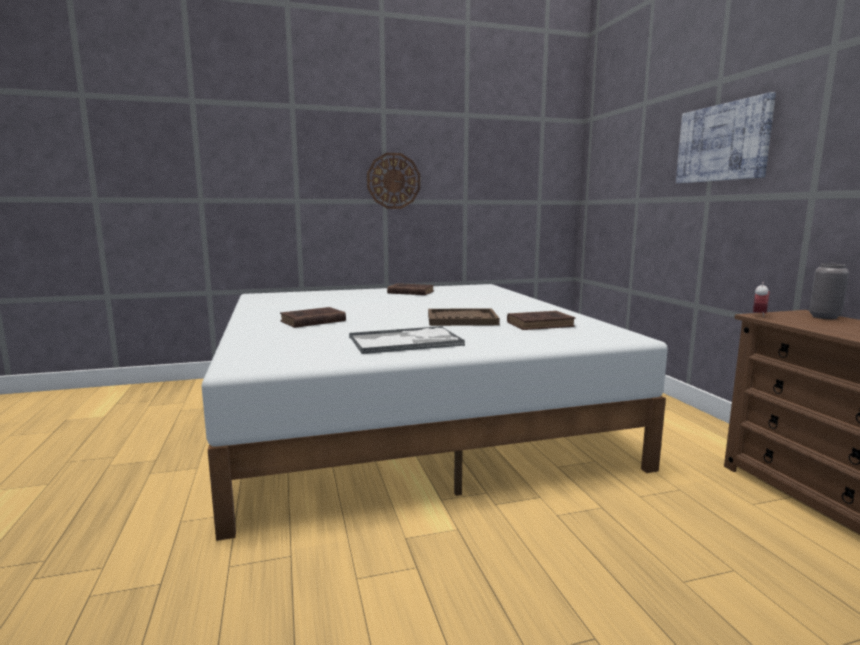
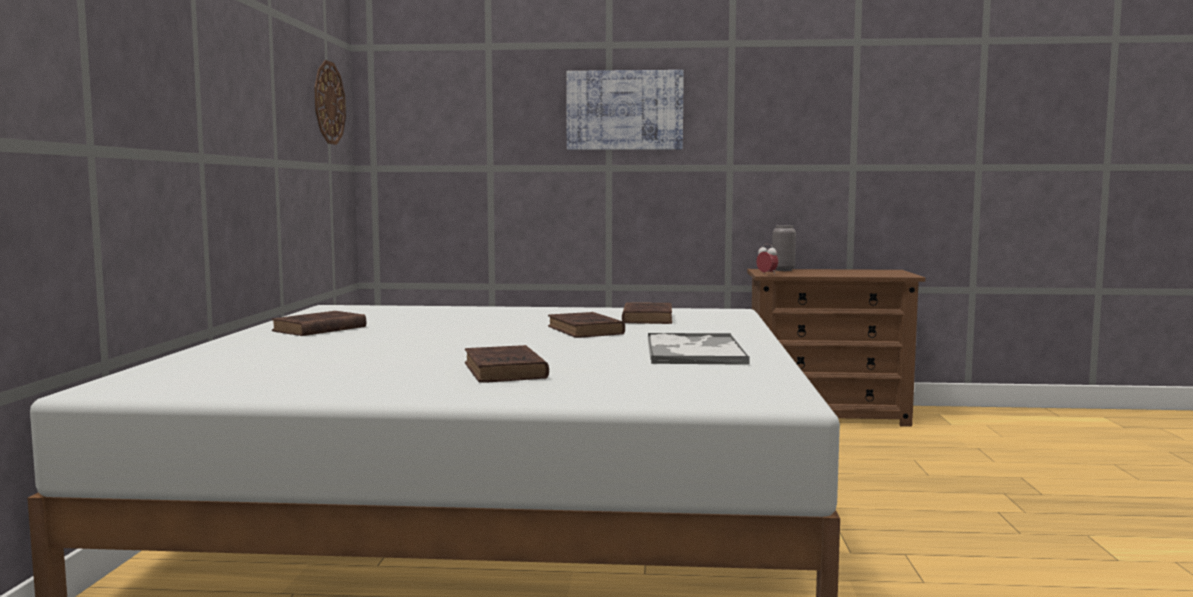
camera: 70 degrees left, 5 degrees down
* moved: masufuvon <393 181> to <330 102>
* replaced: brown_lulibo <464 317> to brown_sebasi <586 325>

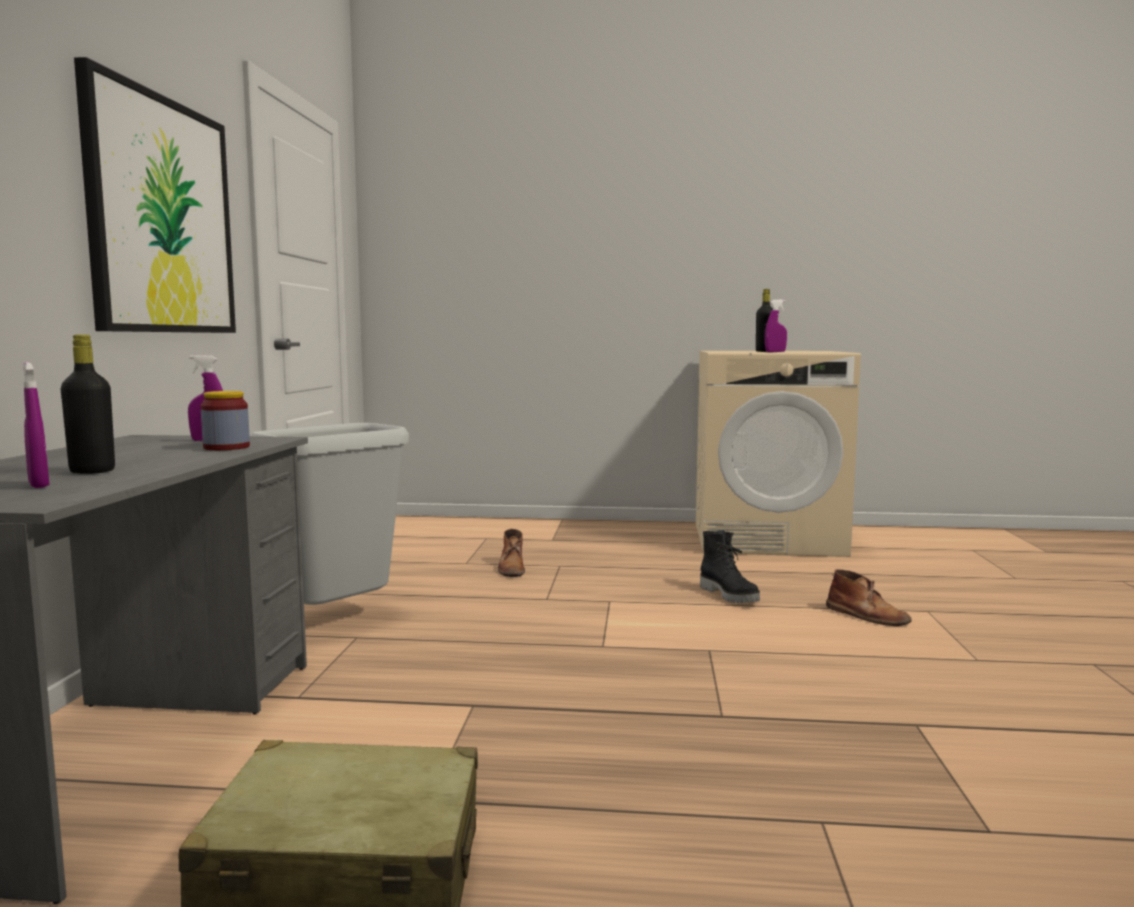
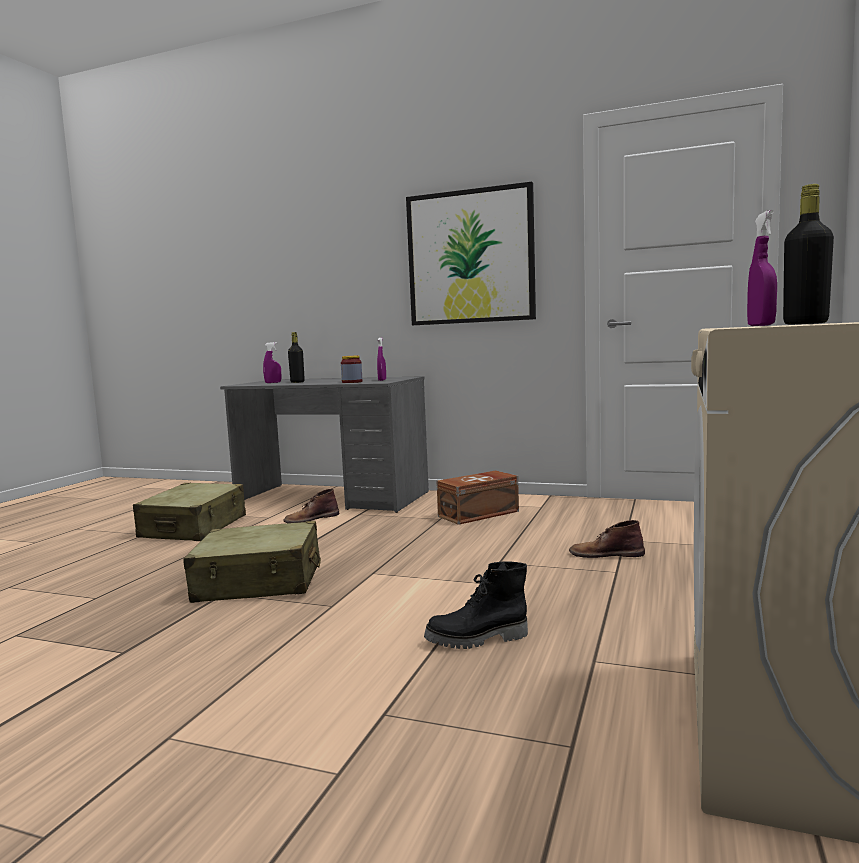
camera: 105 degrees right, 0 degrees up
* replaced: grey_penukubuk <330 514> to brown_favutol <478 497>
* moved: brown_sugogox <869 597> to <311 506>
* added: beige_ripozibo <252 562>

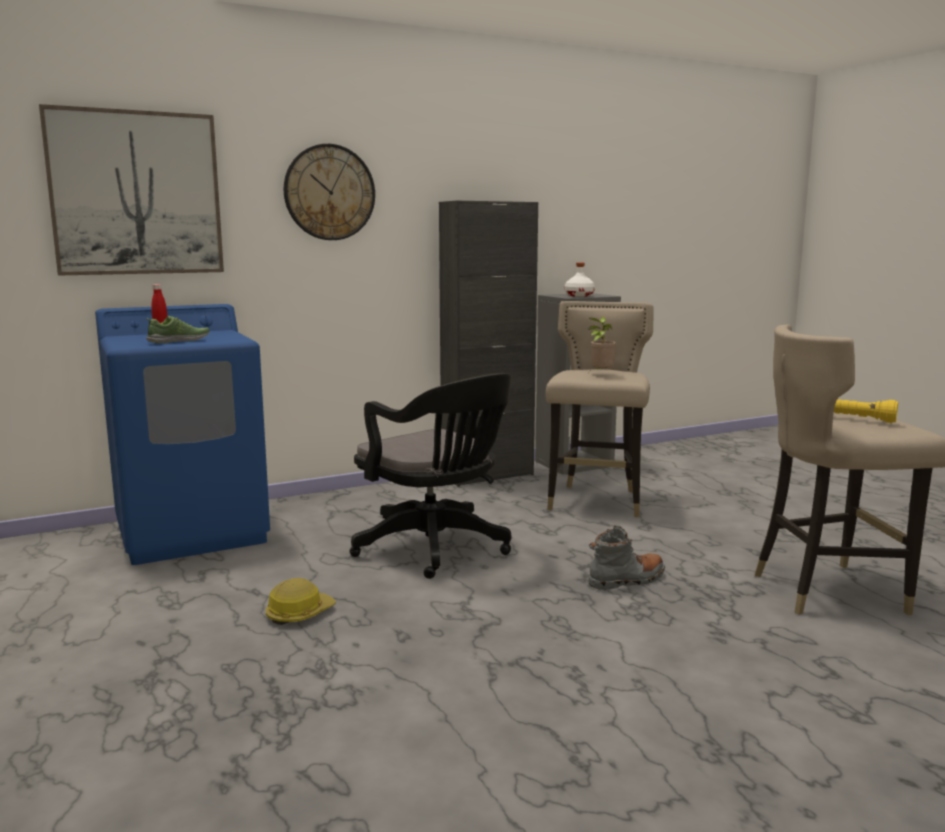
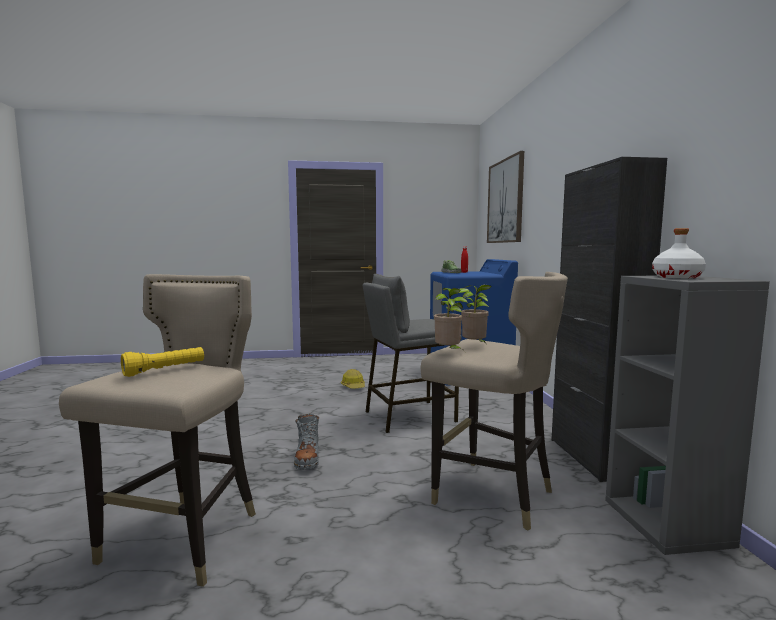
camera: 110 degrees right, 5 degrees down
* removed: masufuvon <329 192>
* replaced: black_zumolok <430 476> to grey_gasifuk <412 353>
* added: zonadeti <452 318>

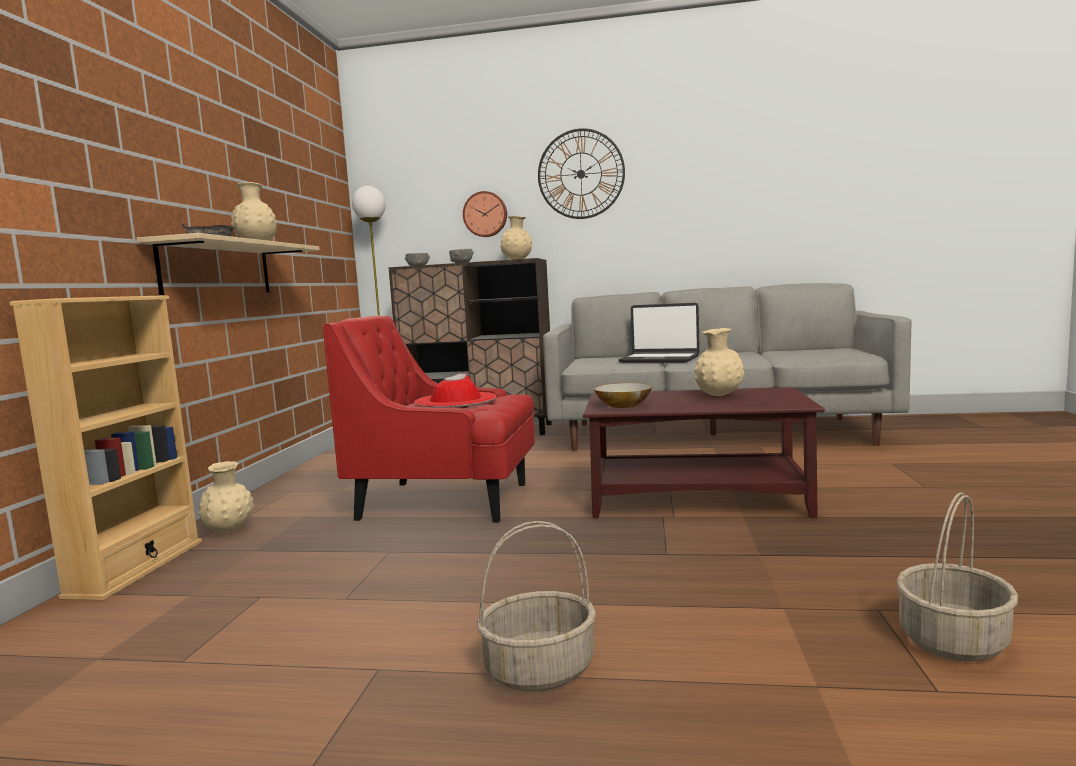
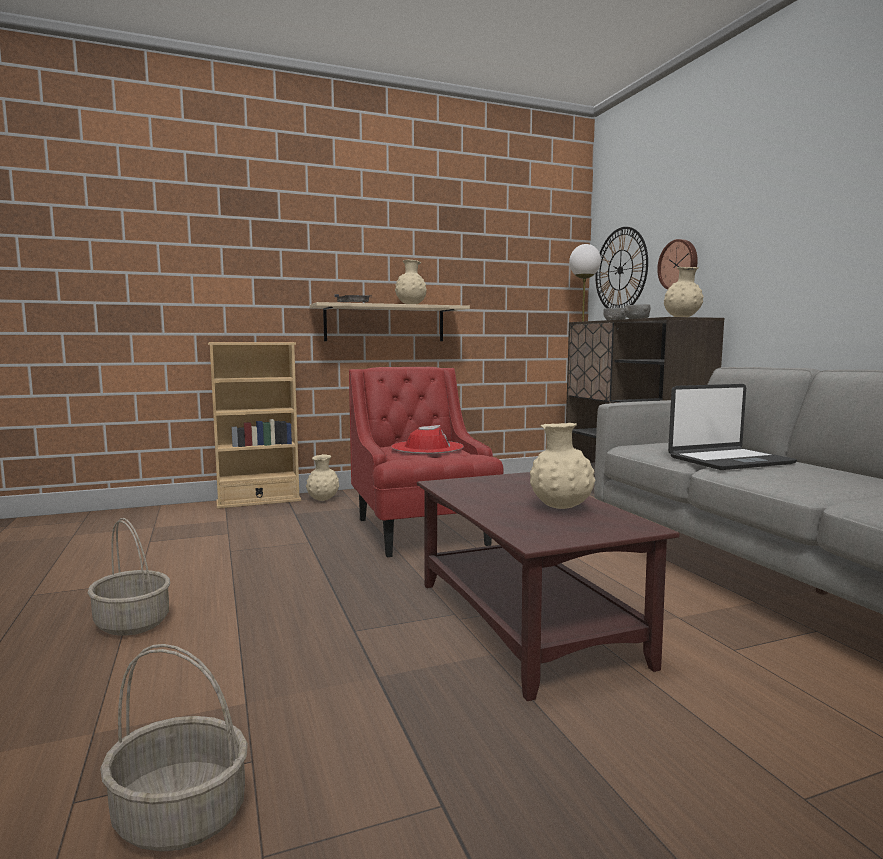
camera: 60 degrees right, 0 degrees up
* moved: masufuvon <581 173> to <621 267>
* removed: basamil <623 395>
* turned: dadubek <659 333> = <732 427> 105 degrees counterclockwise

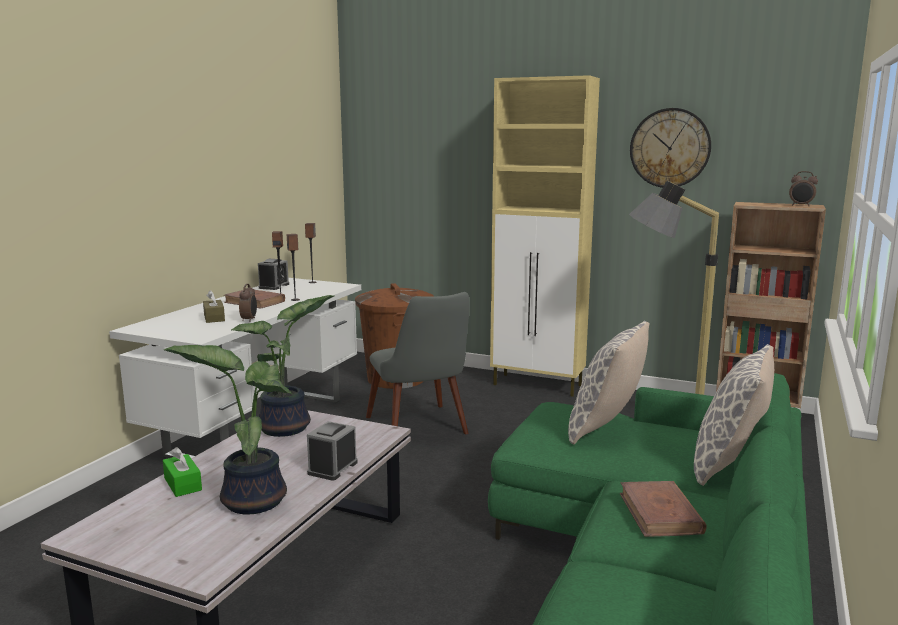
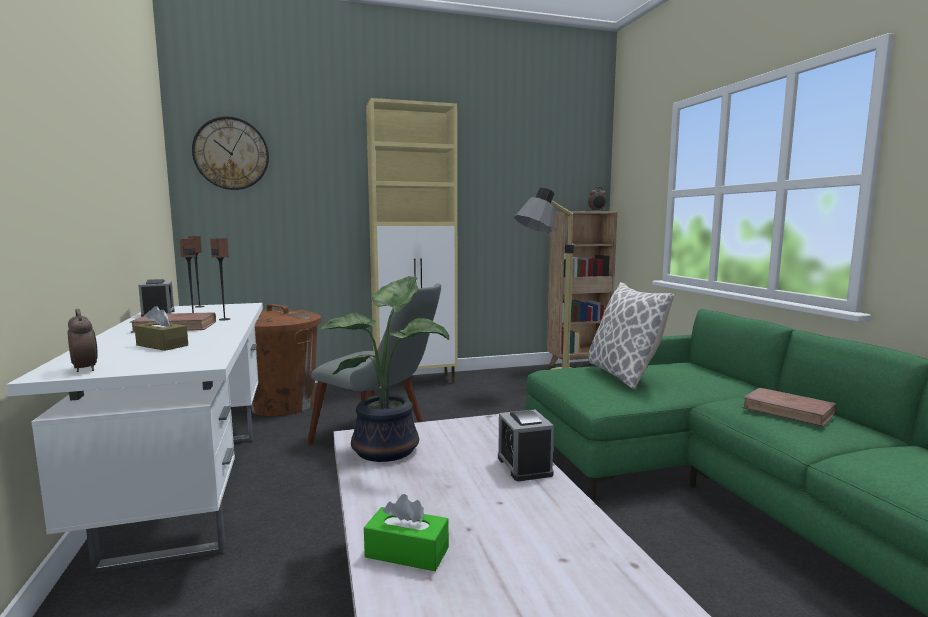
camera: 40 degrees left, 5 degrees down
* removed: zonadeti <228 429>
* moved: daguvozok <248 303> to <82 340>
* moved: masufuvon <670 148> to <230 153>
* removed: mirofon <734 415>

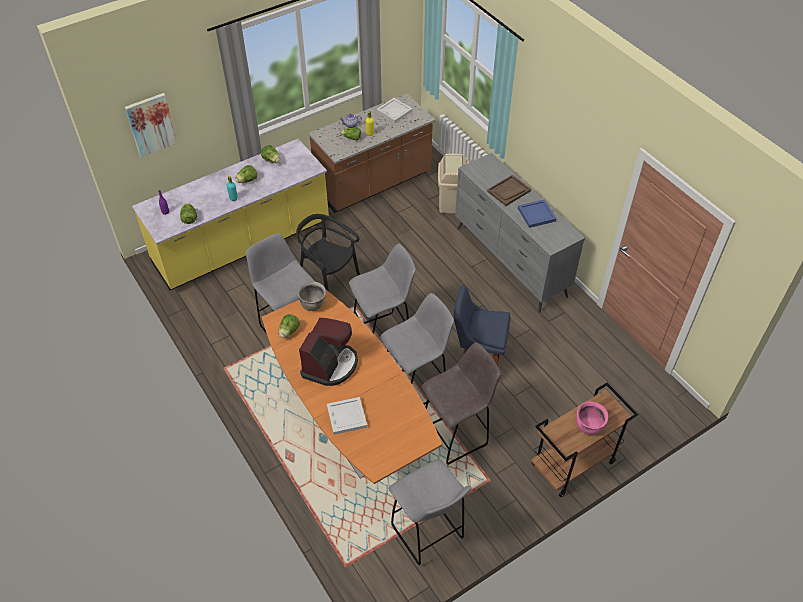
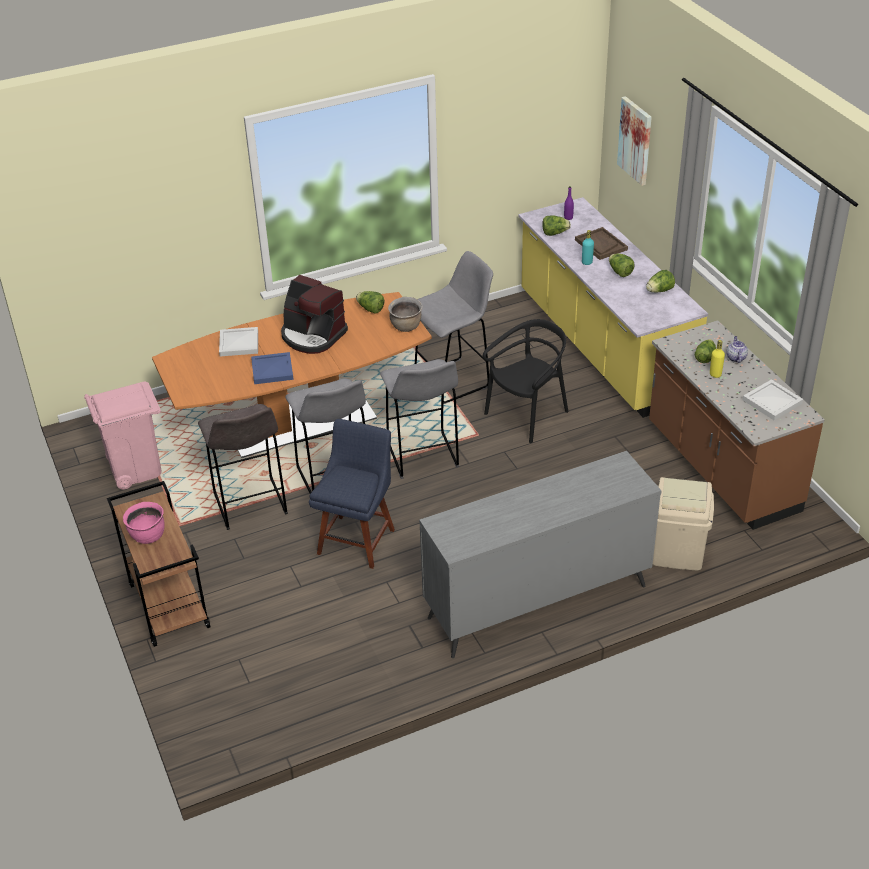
camera: 100 degrees right, 10 degrees down
* replaced: grey_gasifuk <429 512> to pink_penukubuk <123 435>
* moved: brown_lulibo <509 190> to <601 243>
* moved: blue_lulibo <537 213> to <272 368>

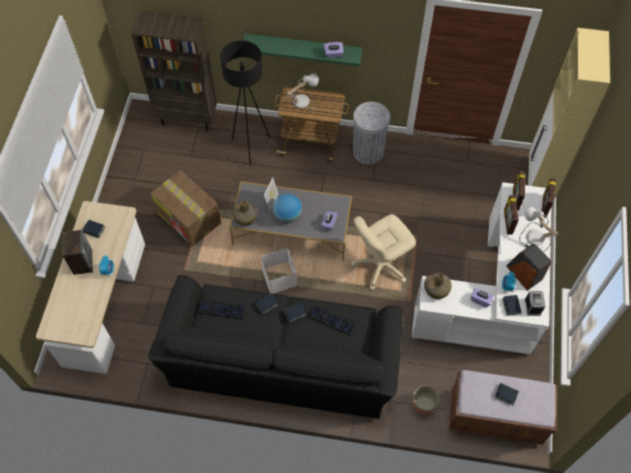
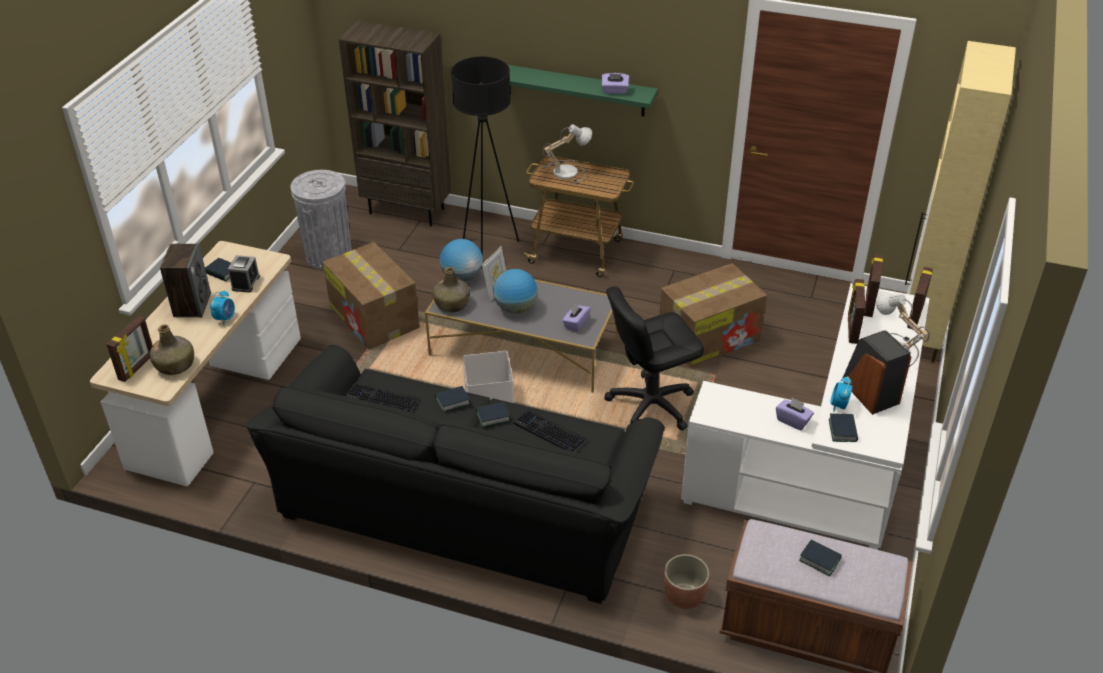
camera: 10 degrees right, 20 degrees down
* recoloured: beige_zumolok <383 252> to black_zumolok <654 358>
* moved: grey_penukubuk <371 133> to <321 220>
* moved: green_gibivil <438 286> to <171 349>
* moved: daguvozok <535 303> to <244 274>
* added: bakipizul <129 349>
* added: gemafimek <461 260>
* added: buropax <713 315>

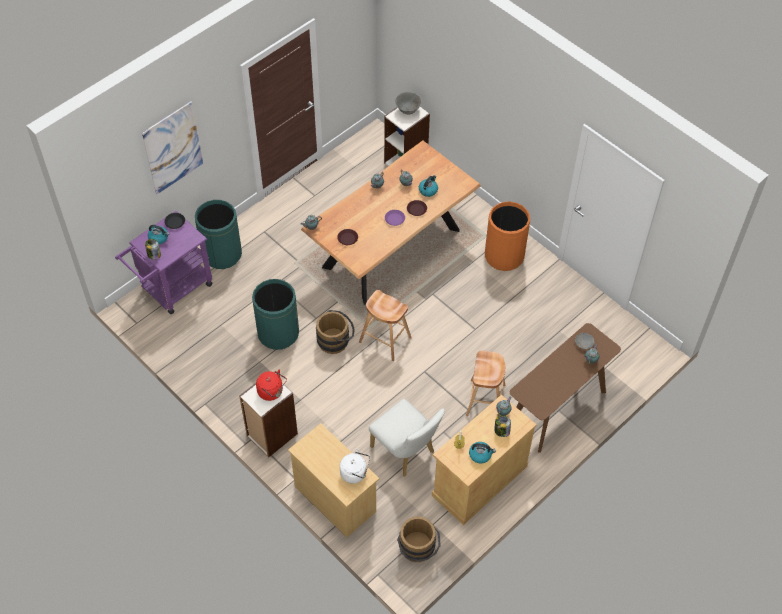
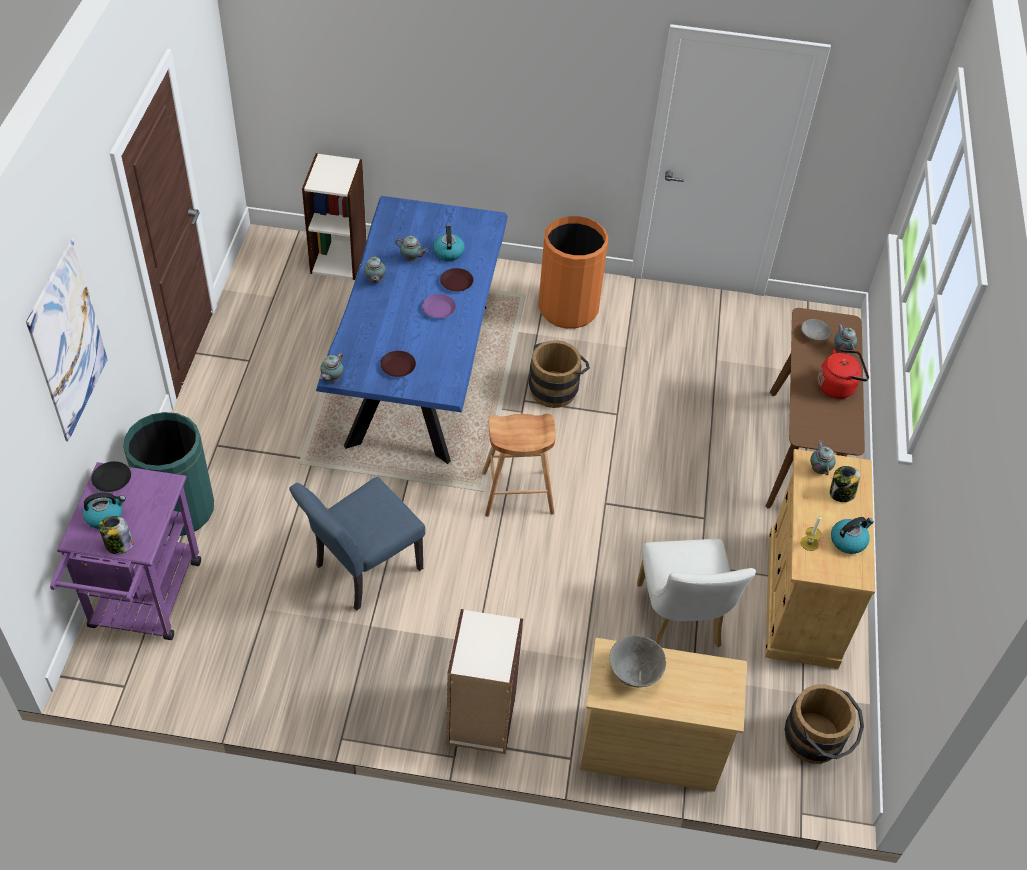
camera: 40 degrees left, 5 degrees down
* replaced: green_penukubuk <275 314> to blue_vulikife <357 543>
* moved: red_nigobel <271 385> to <843 374>
* recoloured: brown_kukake <391 222> to blue_kukake <412 330>
* moved: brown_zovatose <335 332> to <559 374>
* removed: white_nigobel <355 466>
* turned: white_vulikife <407 438> = <696 593> 75 degrees clockwise
* moved: grey_basamil <408 103> to <638 661>
* removed: brown_gasifuk <486 383>

